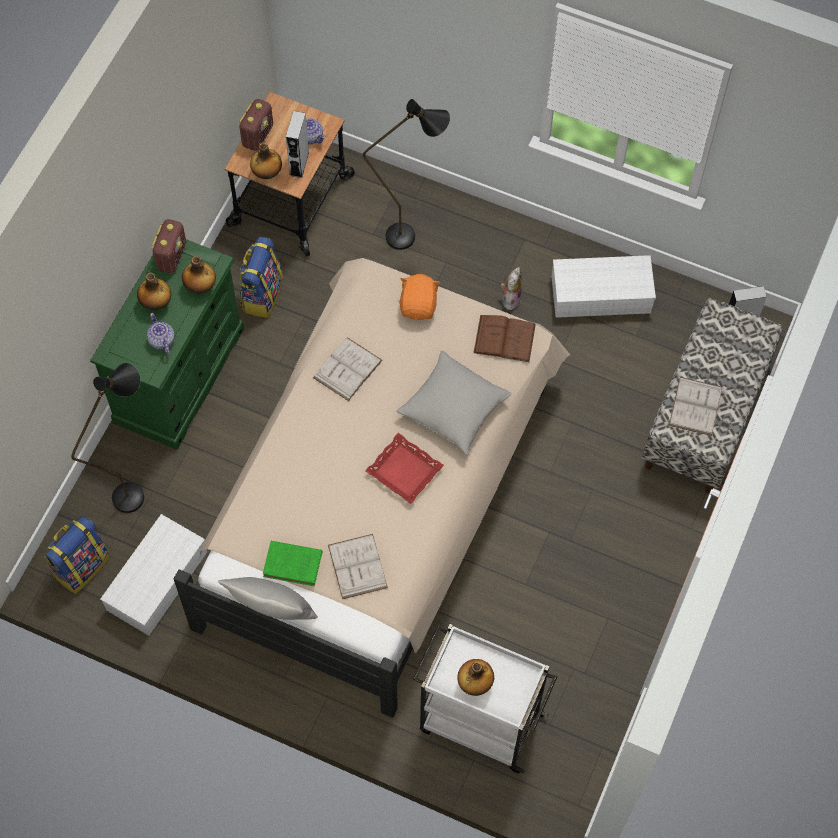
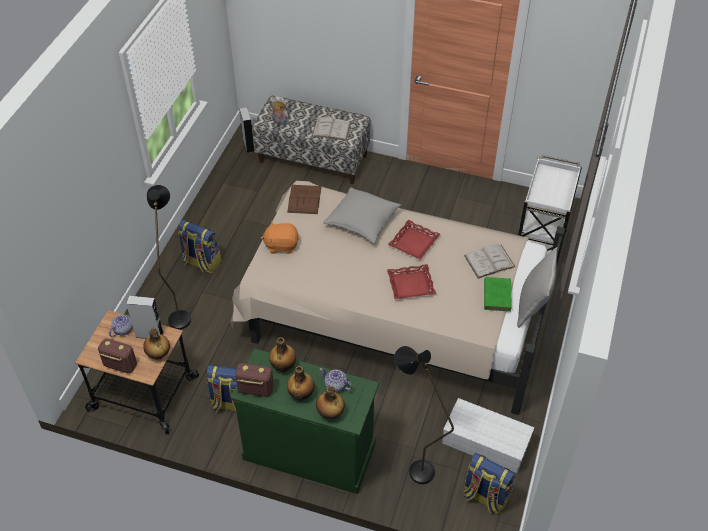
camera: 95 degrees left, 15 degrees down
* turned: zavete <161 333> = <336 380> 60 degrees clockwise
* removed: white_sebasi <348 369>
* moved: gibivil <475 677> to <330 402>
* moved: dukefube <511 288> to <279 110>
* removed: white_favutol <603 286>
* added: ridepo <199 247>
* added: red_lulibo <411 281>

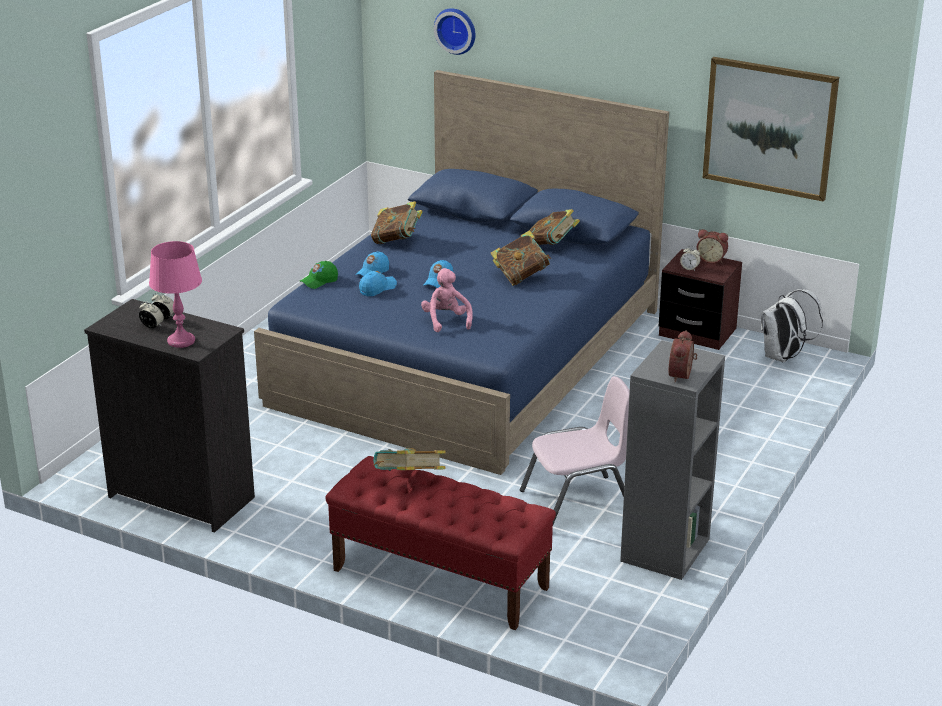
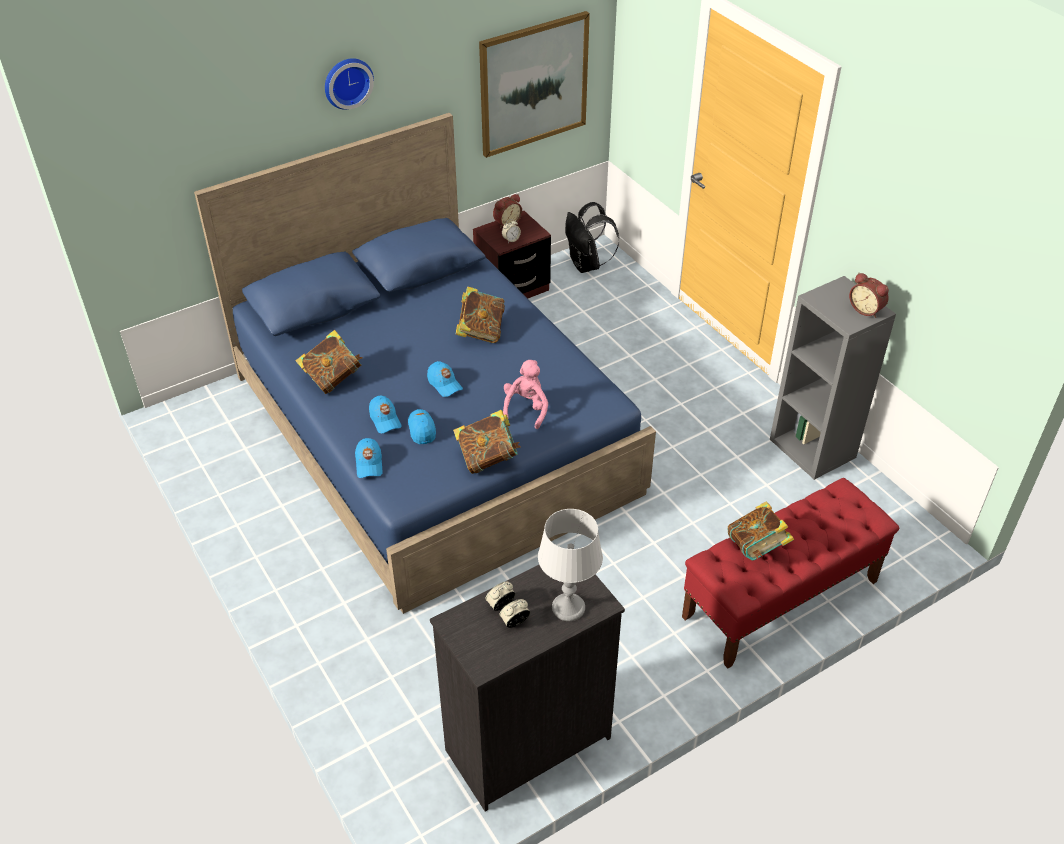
camera: 60 degrees left, 15 degrees up
* recoloured: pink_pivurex <175 294> to grey_pivurex <570 565>
* recoloured: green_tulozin <319 275> to blue_tulozin <369 458>
* turned: pink_dukefube <447 300> = <525 394> 90 degrees clockwise
* moved: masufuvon <454 31> to <349 84>
* removed: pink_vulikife <575 450>
* moved: sebasi <555 227> to <487 442>
* recoloured: white_ridepo <792 325> to black_ridepo <592 237>

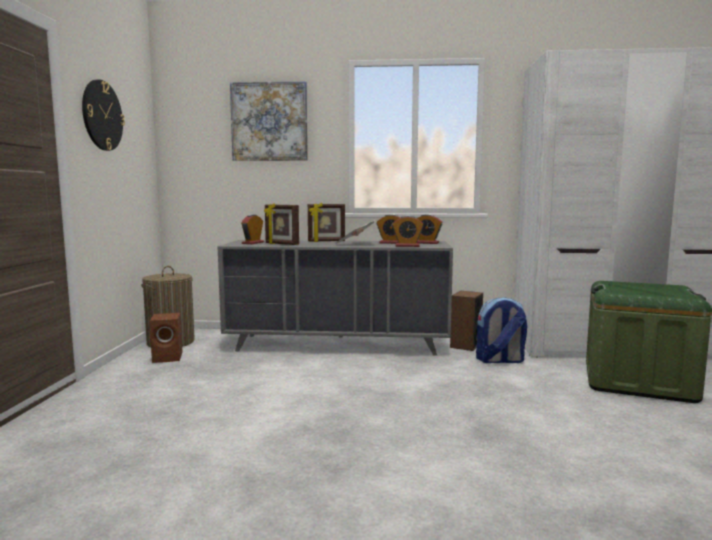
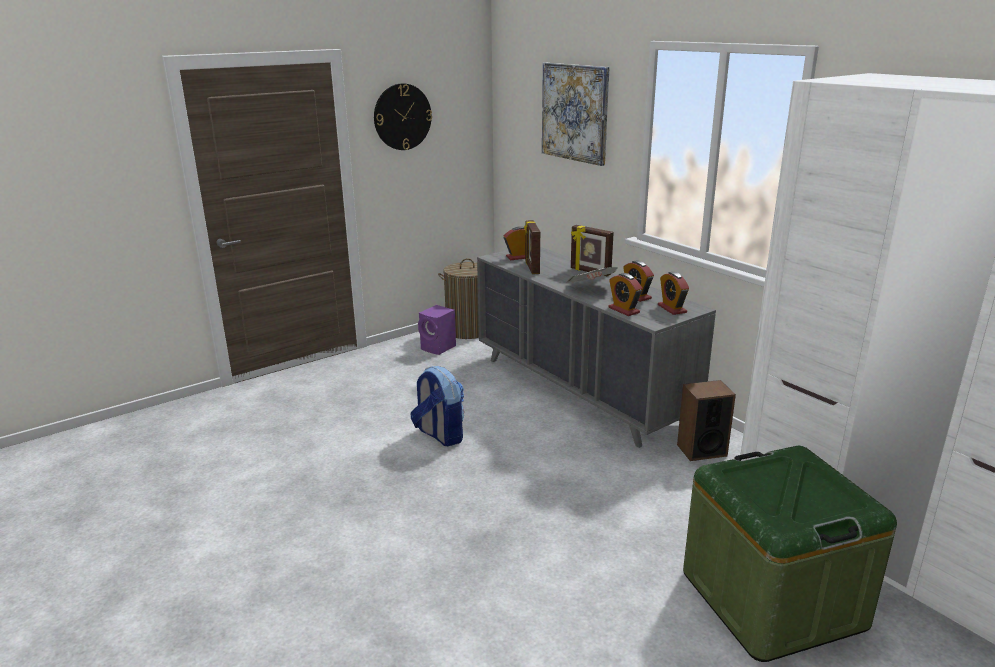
camera: 50 degrees right, 15 degrees up
* recoloured: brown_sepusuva <166 338> to purple_sepusuva <437 330>
* moved: ridepo <501 330> to <437 406>

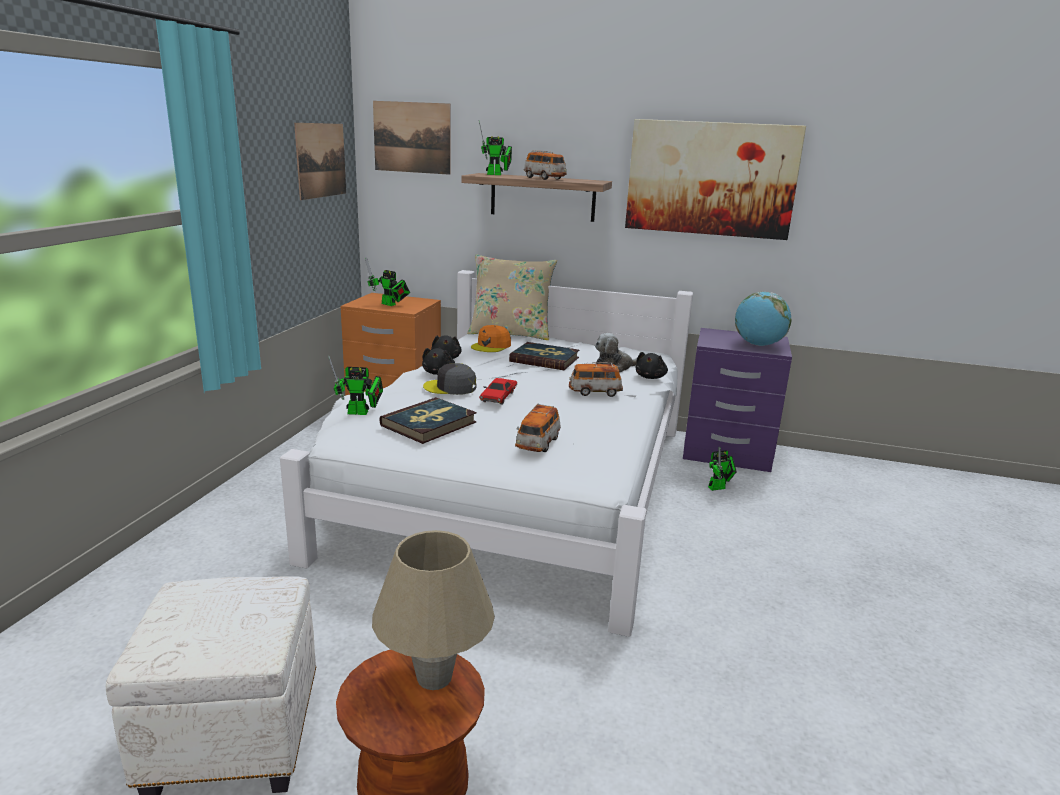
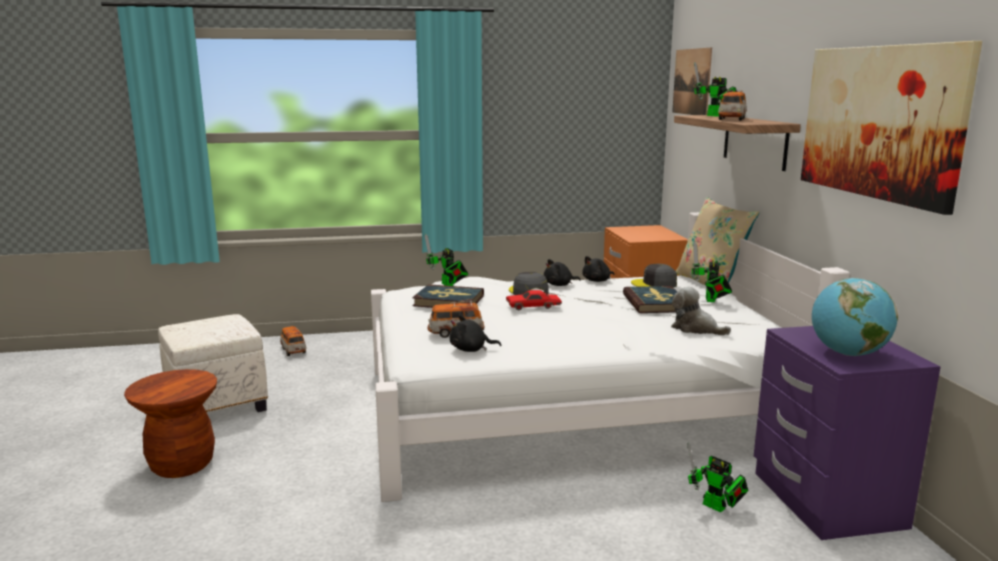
camera: 65 degrees right, 5 degrees down
* removed: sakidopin <320 161>
* moved: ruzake <387 281> to <712 272>
* removed: beige_pivurex <433 610>
* recoloured: orange_tulozin <491 338> to grey_tulozin <654 276>
* moved: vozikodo <596 379> to <292 341>
* moved: black_dukefube <652 365> to <475 333>

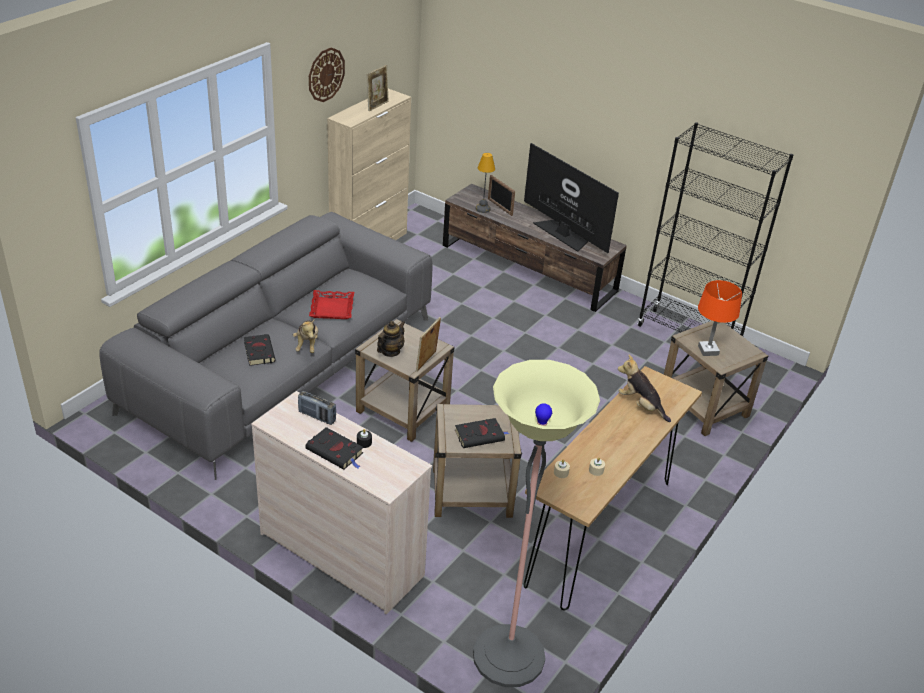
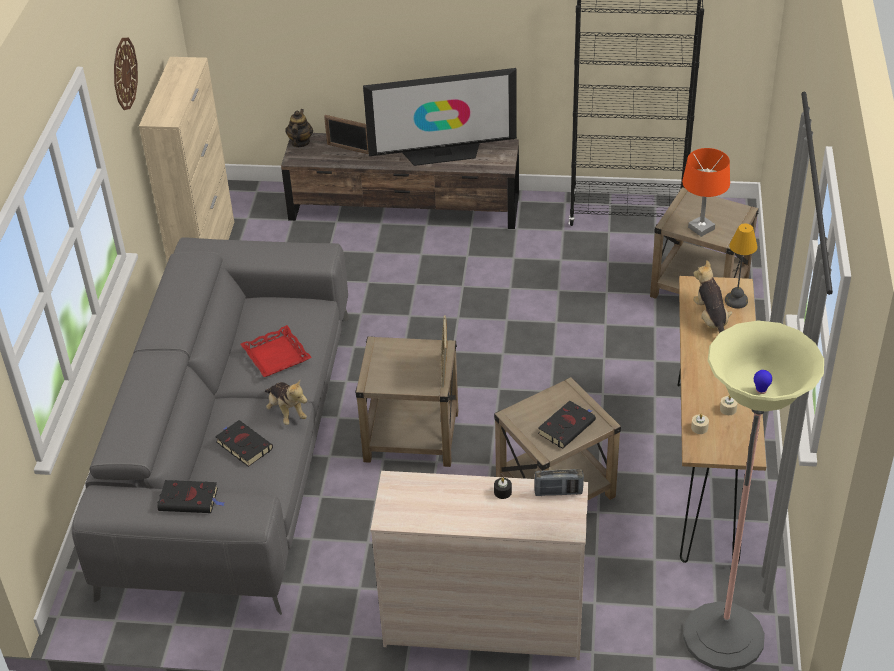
camera: 25 degrees left, 5 degrees up
* moved: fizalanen <317 408> to <559 482>
* moved: black_sebasi <334 448> to <191 496>
* removed: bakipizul <377 88>
* moved: zavete <391 339> to <299 128>
* moved: pivurex <485 183> to <741 266>
* turned: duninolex <571 198> = <440 117> 150 degrees clockwise
* turned: dukefube <644 388> = <712 296> 60 degrees clockwise

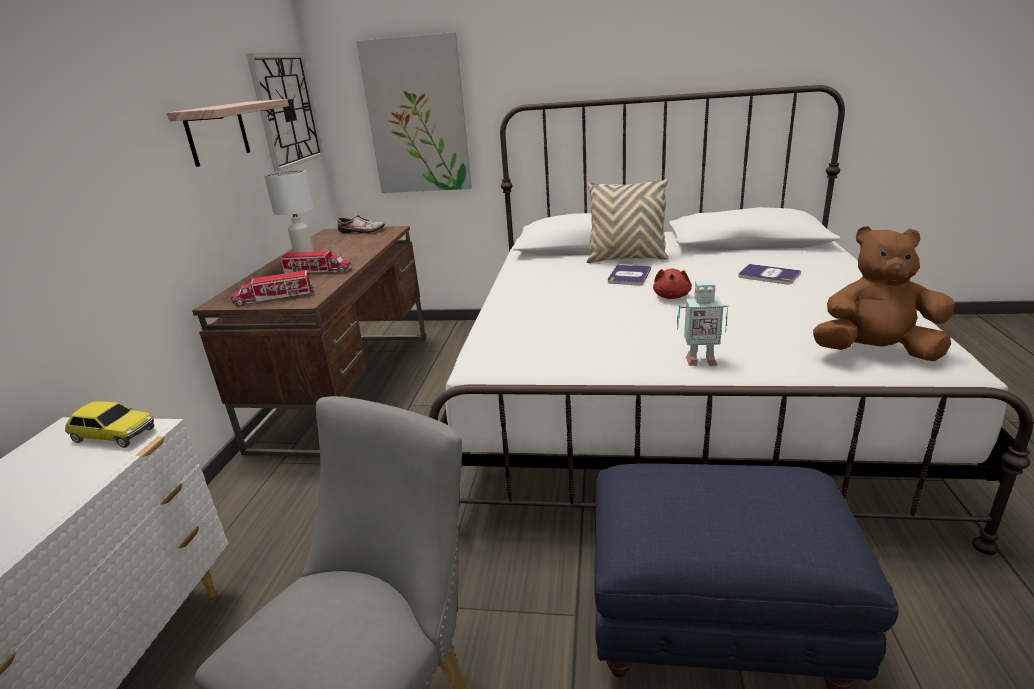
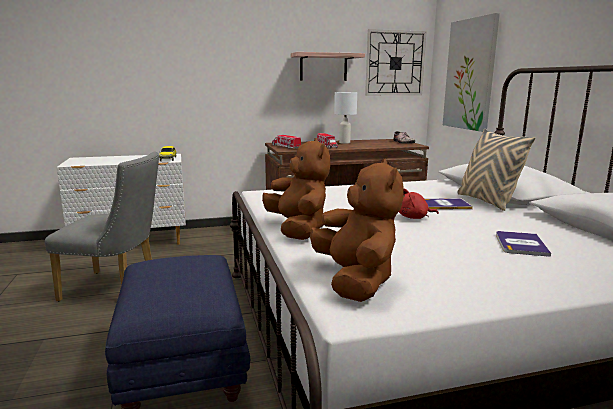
camera: 65 degrees right, 10 degrees down
* replaced: ruzake <702 323> to brown_dukefube <296 189>

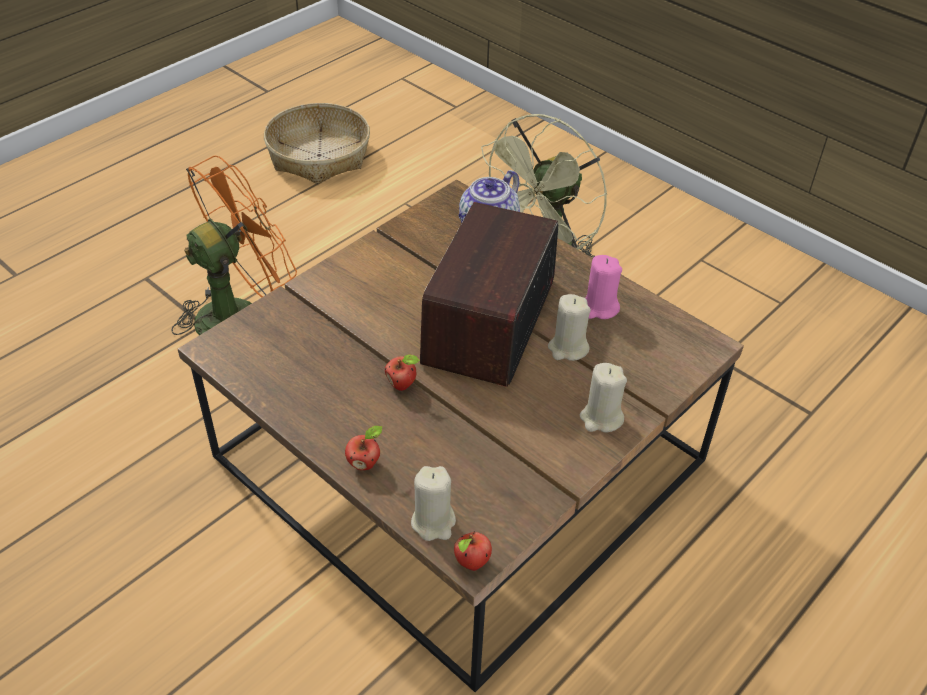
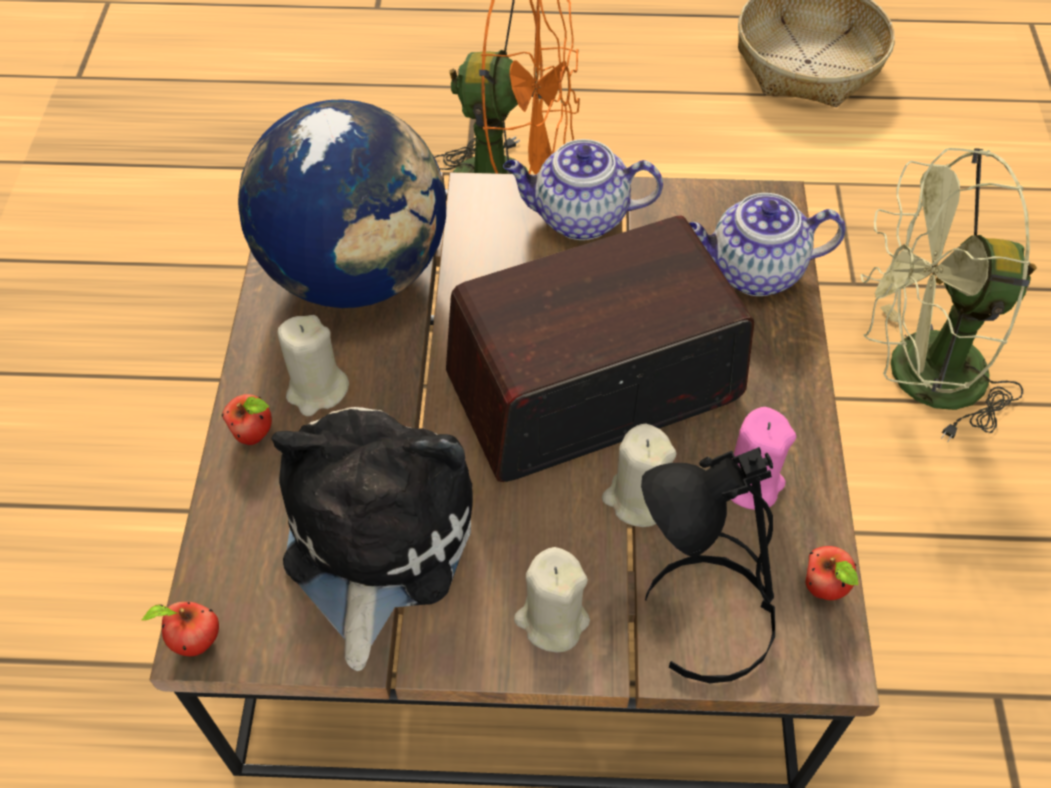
camera: 50 degrees right, 10 degrees up
* moved: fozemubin <402 372> to <832 573>
* moved: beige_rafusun <433 503> to <313 365>
* added: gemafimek <342 203>
* added: dukefube <372 539>
* added: zavete <583 189>
* added: black_pivurex <708 565>

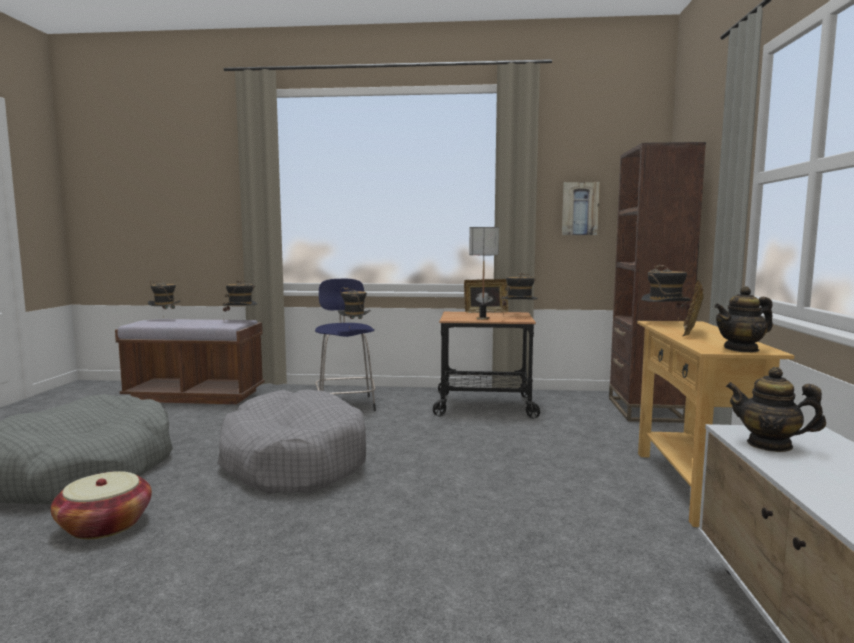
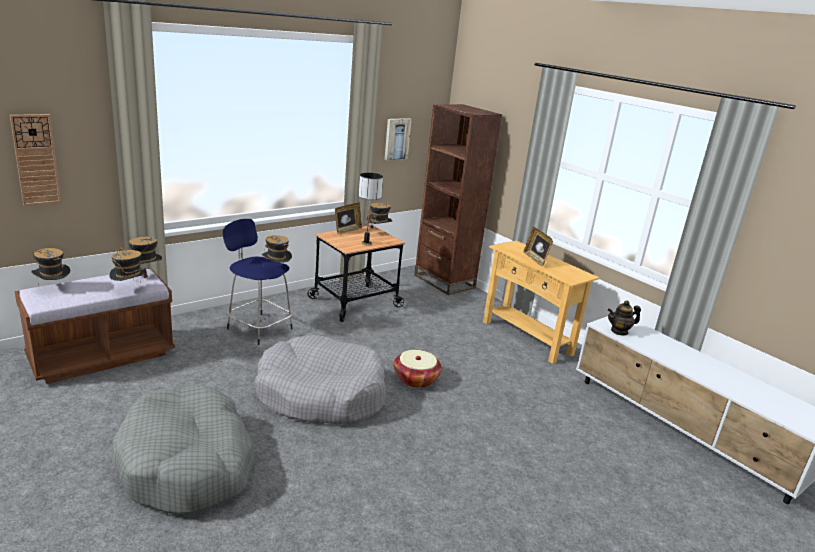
camera: 45 degrees left, 15 degrees up
* moved: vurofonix <101 505> to <417 369>
* moved: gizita <666 292> to <128 265>
* removed: zavete <743 319>
* added: masufuvon <35 160>

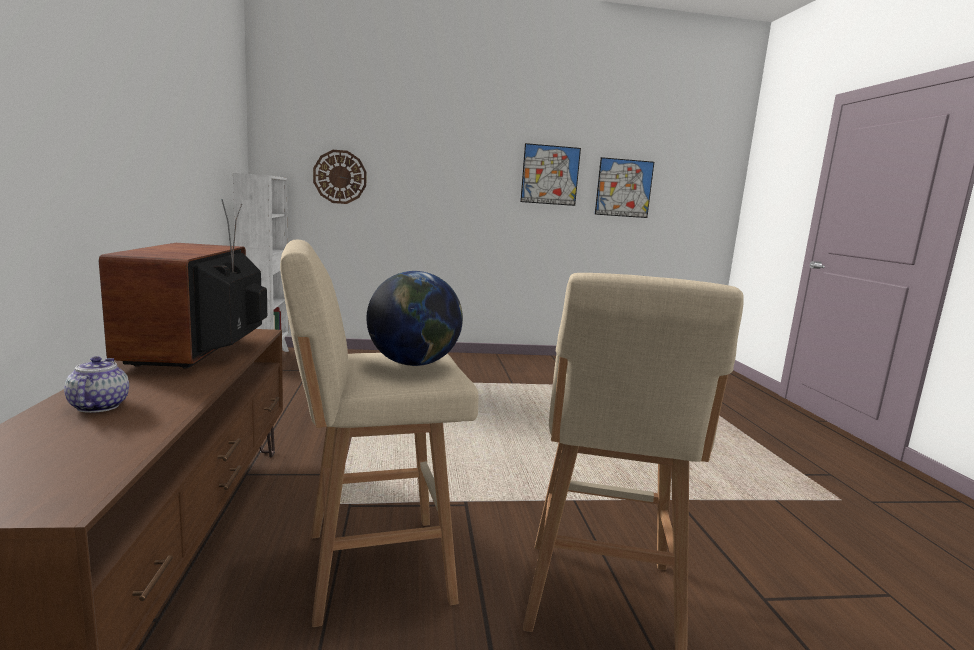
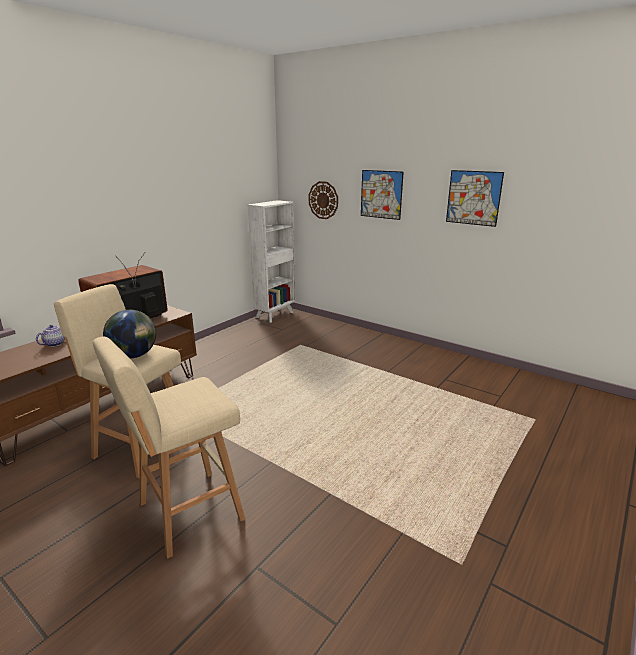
camera: 45 degrees right, 10 degrees up
* moved: sakidopin <624 187> to <382 195>

